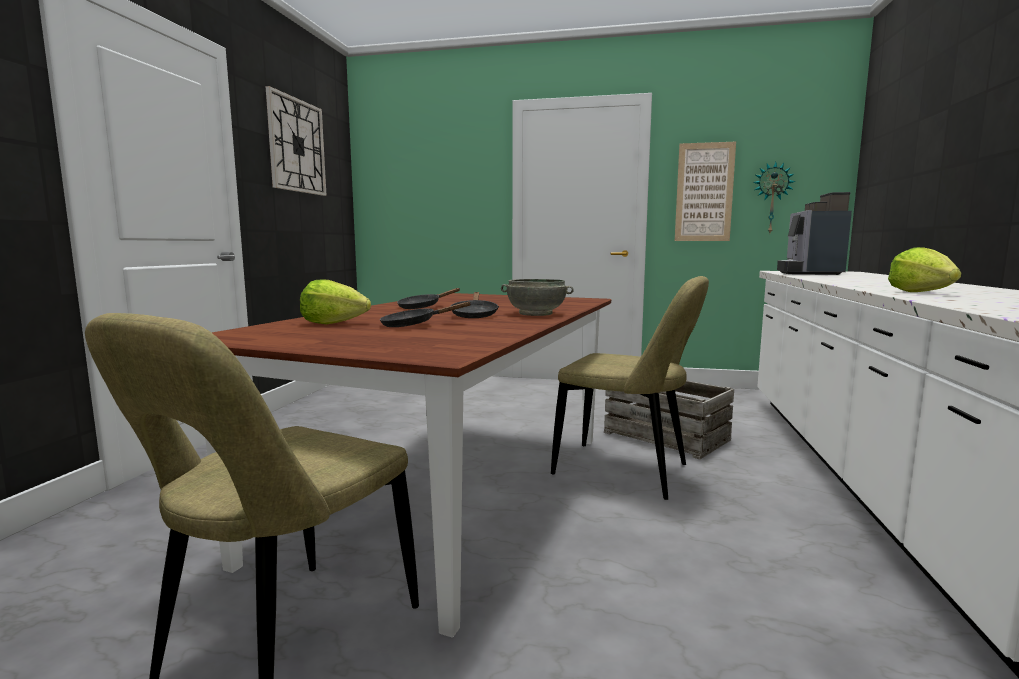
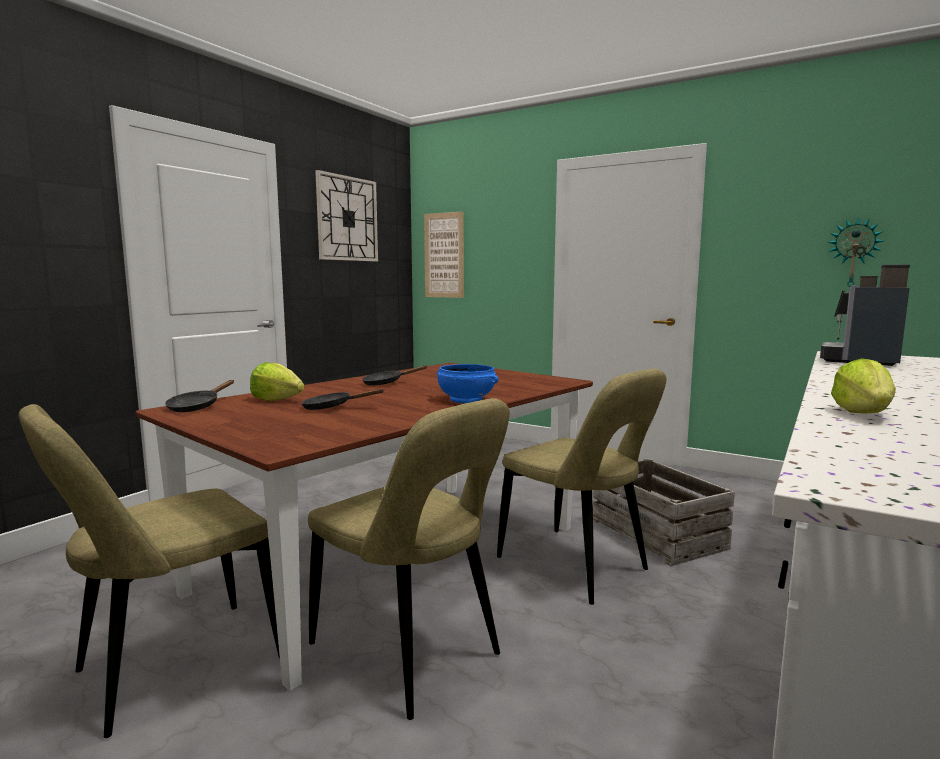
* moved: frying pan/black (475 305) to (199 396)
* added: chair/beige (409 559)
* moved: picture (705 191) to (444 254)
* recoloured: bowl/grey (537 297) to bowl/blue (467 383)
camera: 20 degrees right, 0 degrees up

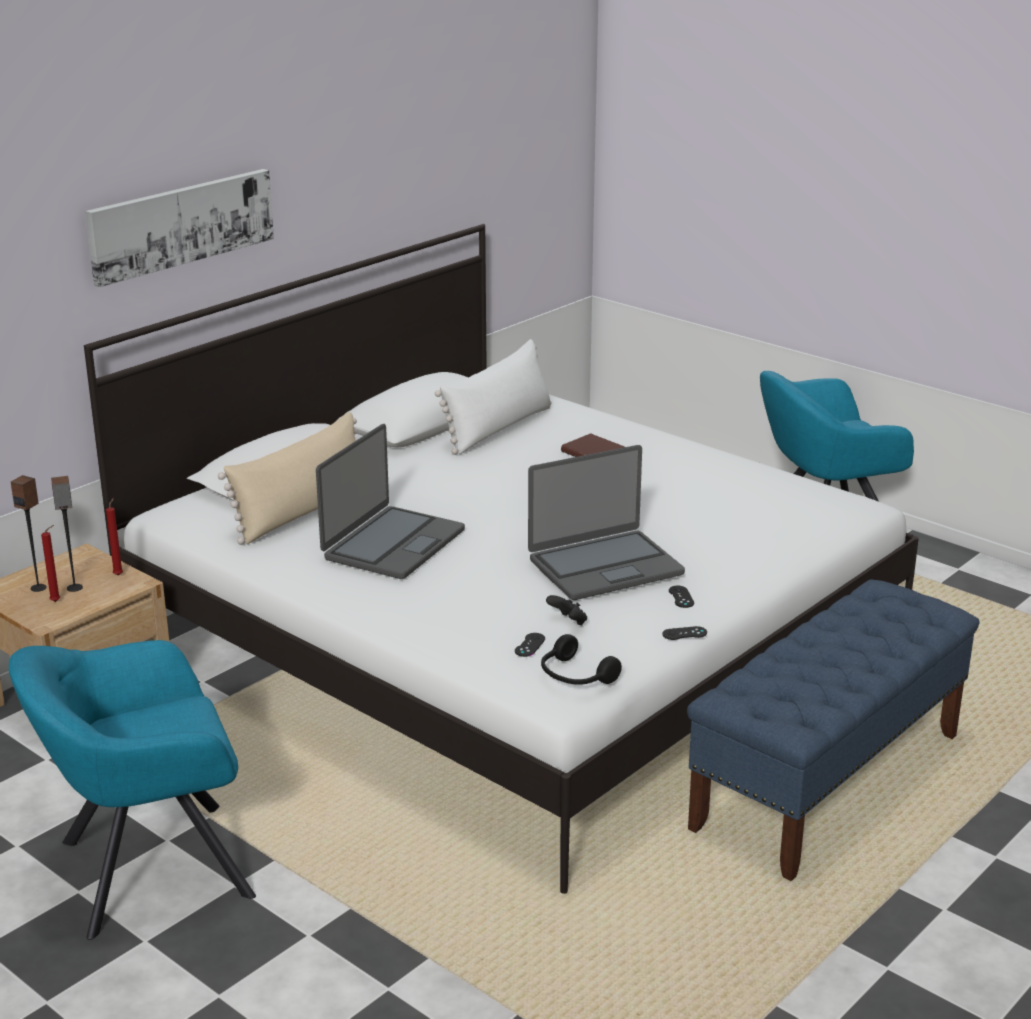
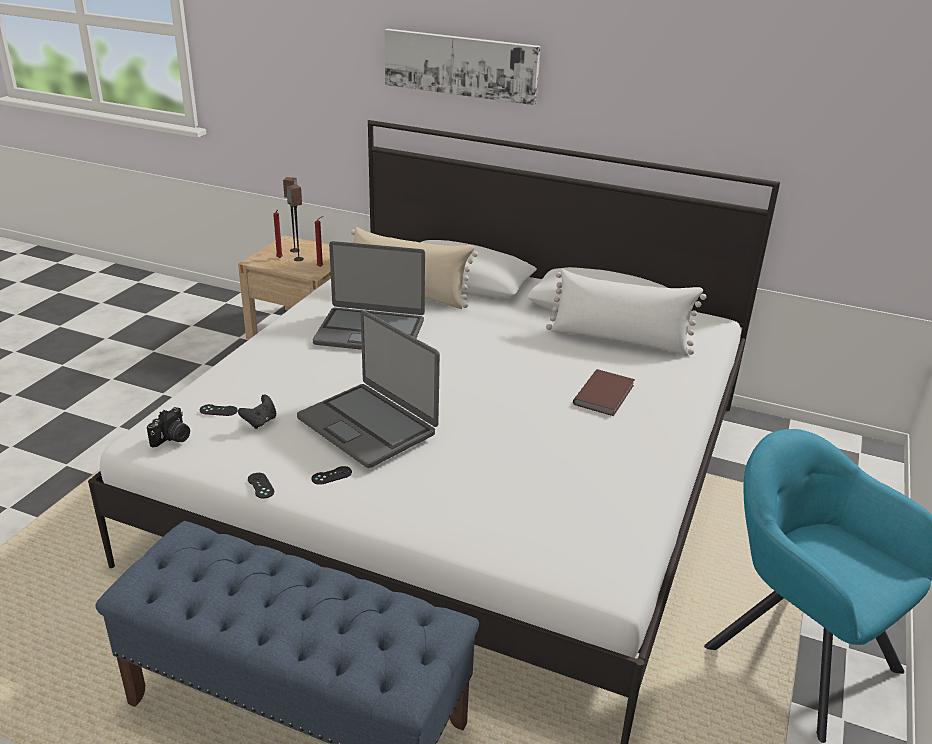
* replaced: headphones/black (581 659) to photo camera (168 427)
* removed: armchair/turquoise (132 790)
camera: 70 degrees right, 5 degrees up

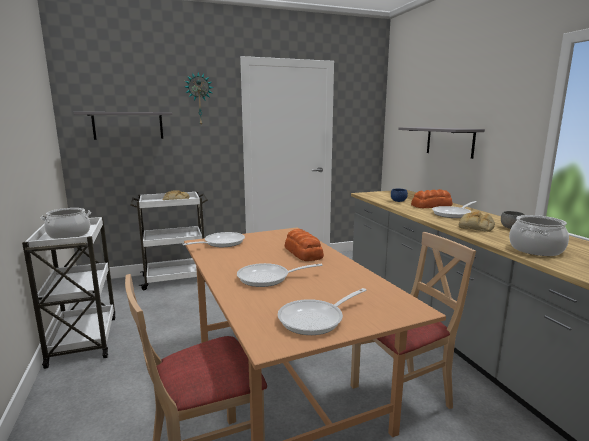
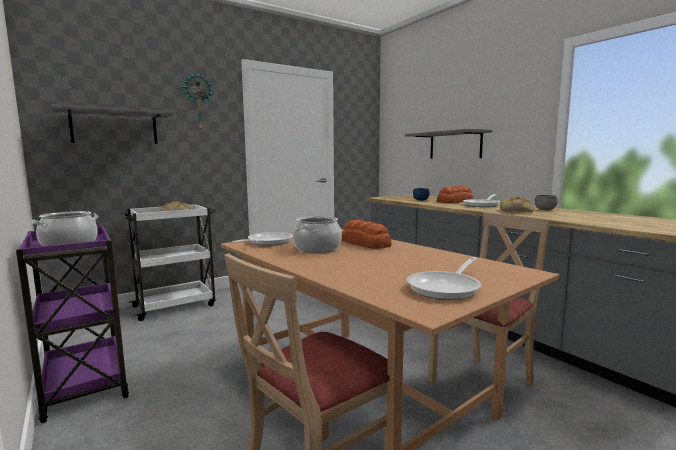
* recoloured: cart/white (69 292) to cart/purple (72 324)
* moved: cooking pot (539 235) to (317 234)
* removed: frying pan (279 275)
camera: 15 degrees left, 5 degrees down

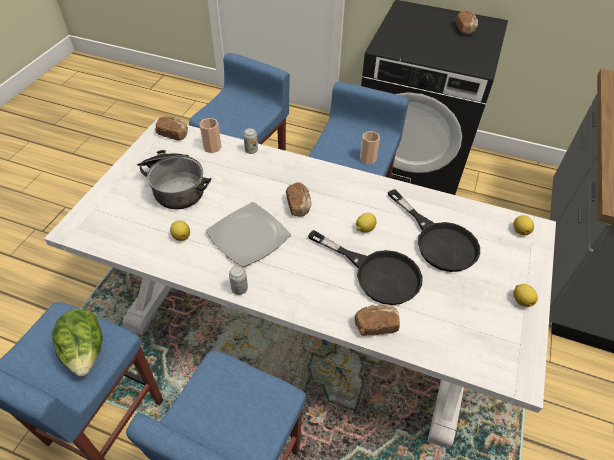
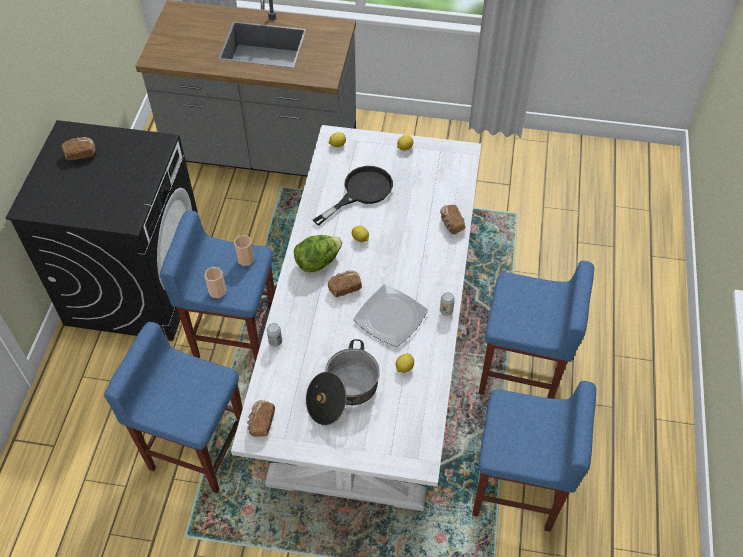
* moved: cup (210 135) to (215 282)
* moved: lettuce (77 342) to (318 253)
* removed: frying pan/black (365 267)
camera: 100 degrees left, 5 degrees up

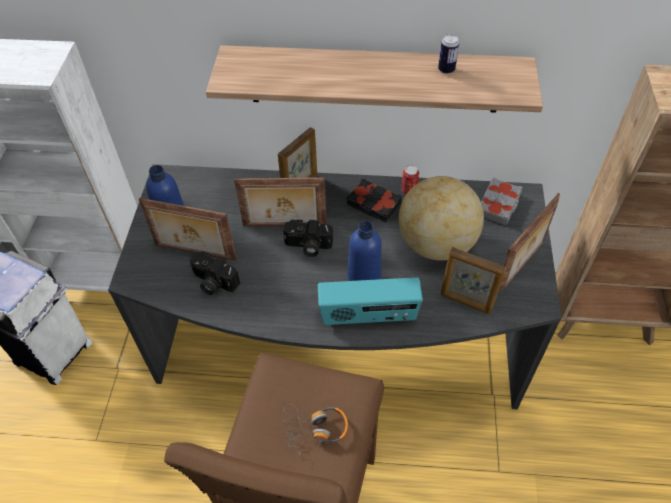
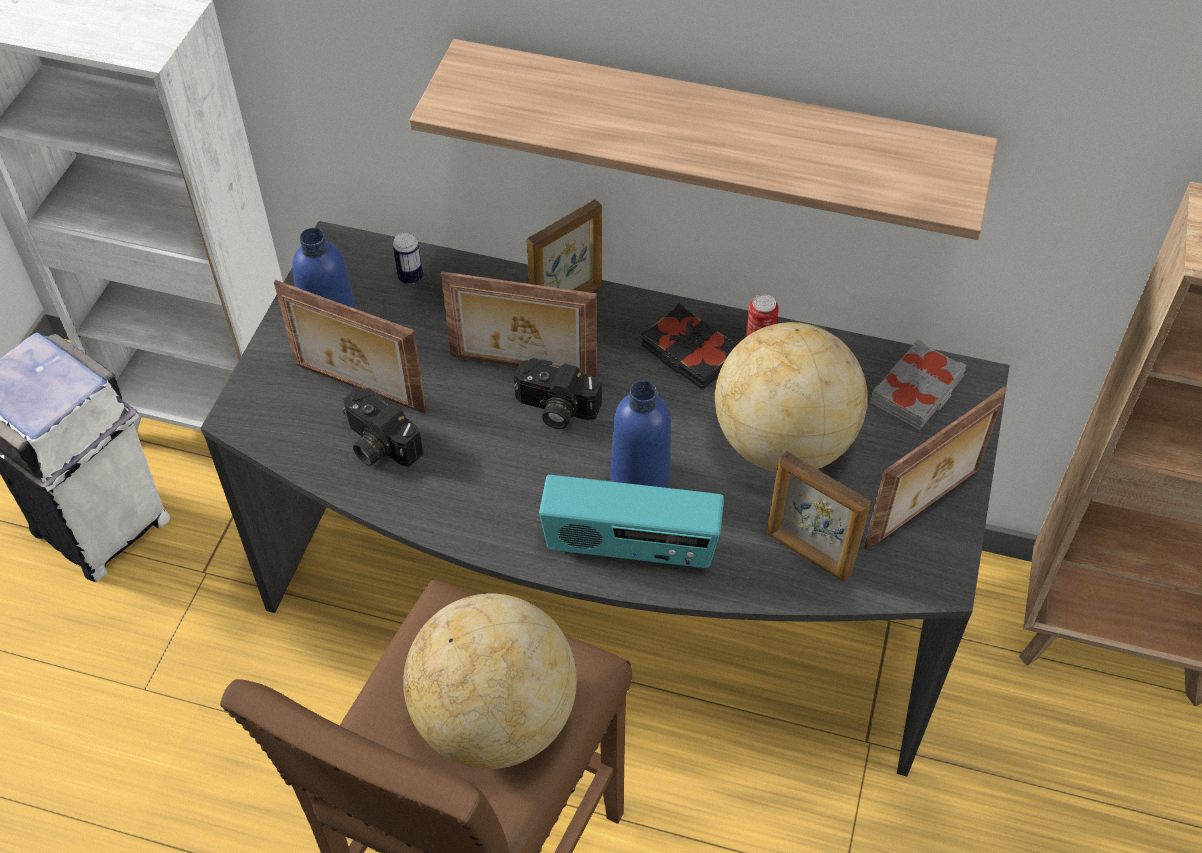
* moved: can (448 54) to (408 258)
* replaced: headphones (315 429) to globe (490 681)
camera: 10 degrees right, 0 degrees up

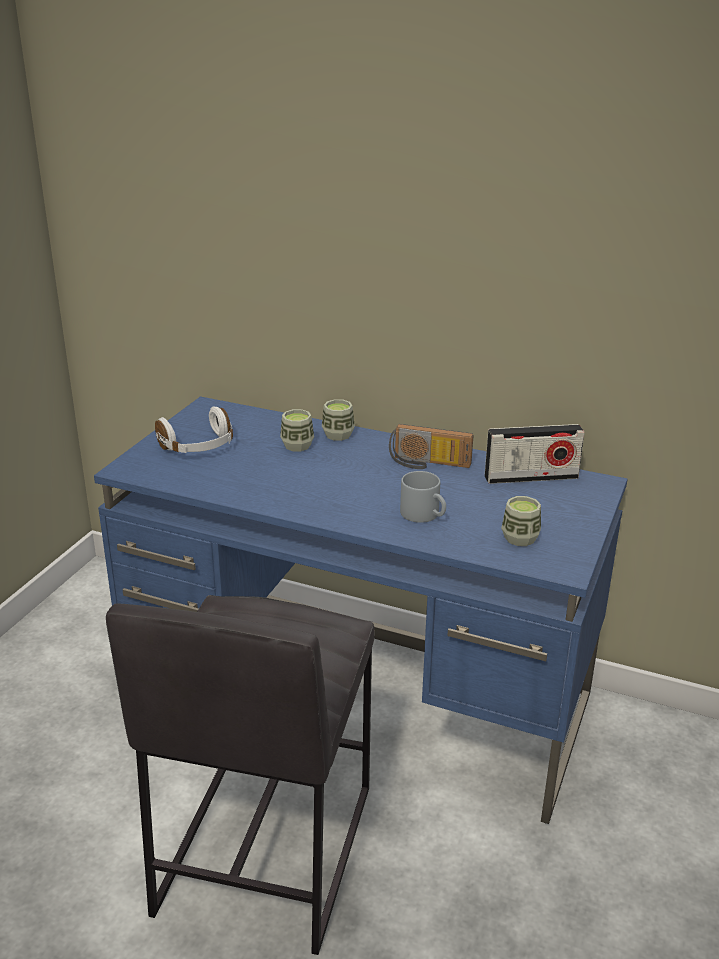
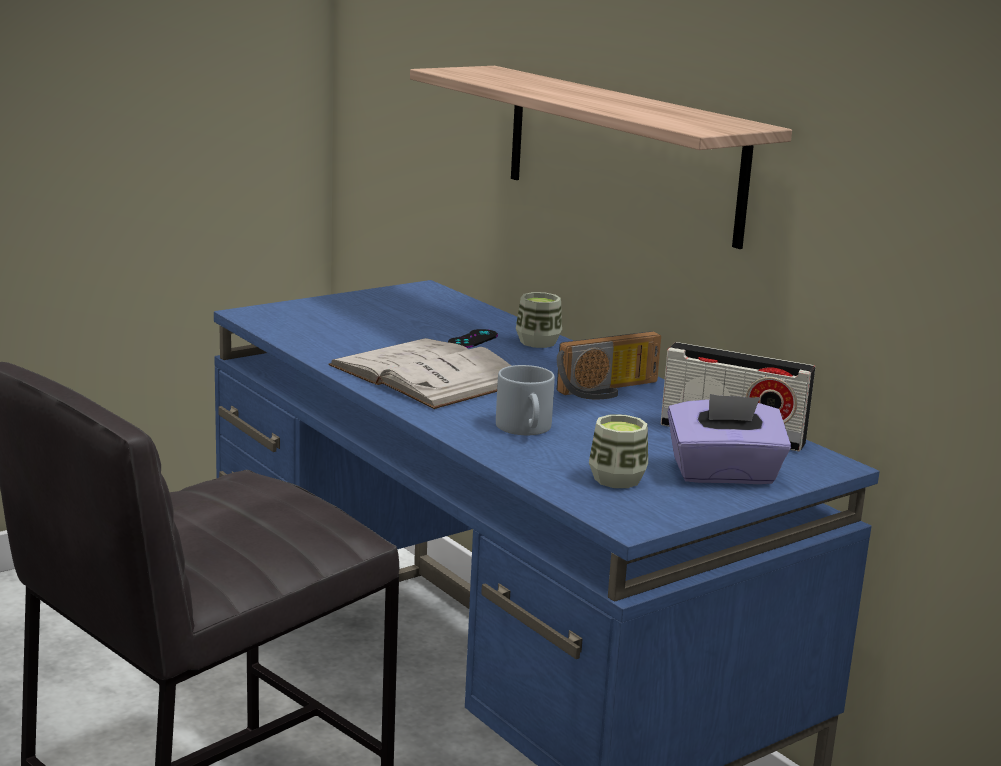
* added: book/white (419 373)
* added: shelf (601 157)
* replaced: cup (297 430) to game controller/black (473 338)
* turned: radio (431 446) = (609 365) 75 degrees counterclockwise
* added: tissue box/purple (729 439)
* removed: headphones/white (194 430)
camera: 30 degrees right, 10 degrees down

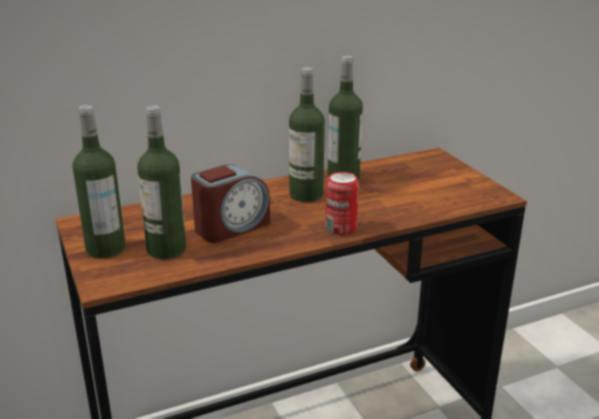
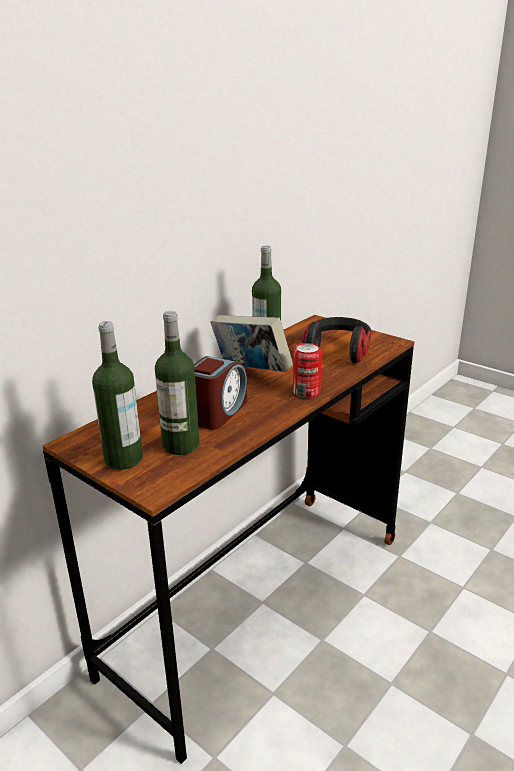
* replaced: bottle (307 134) to book (251 343)
* added: headphones (336 340)
camera: 25 degrees left, 0 degrees up

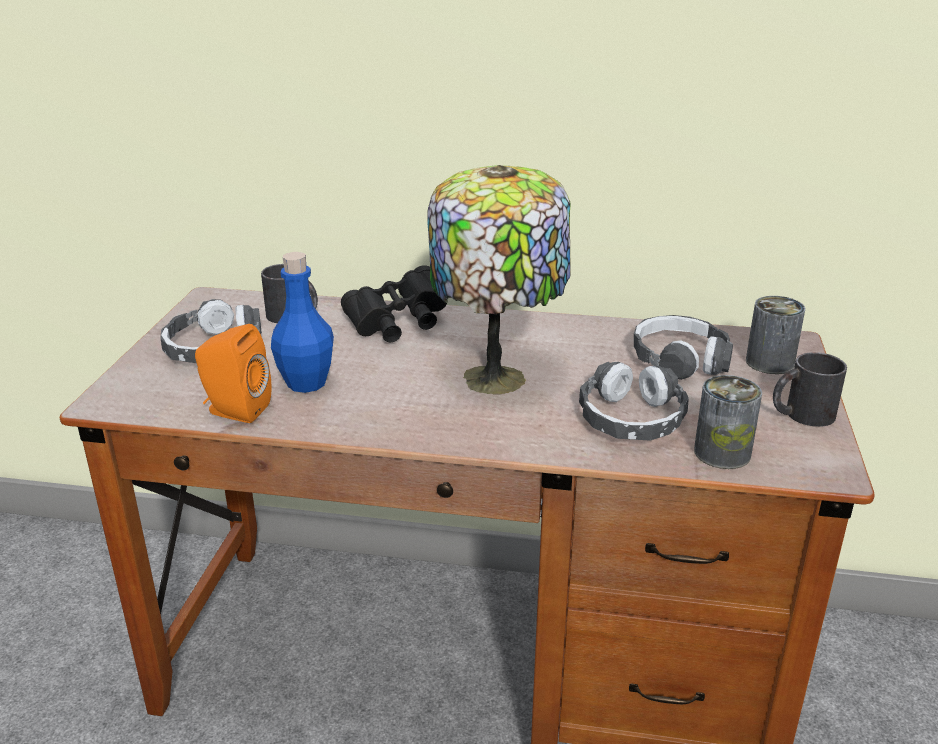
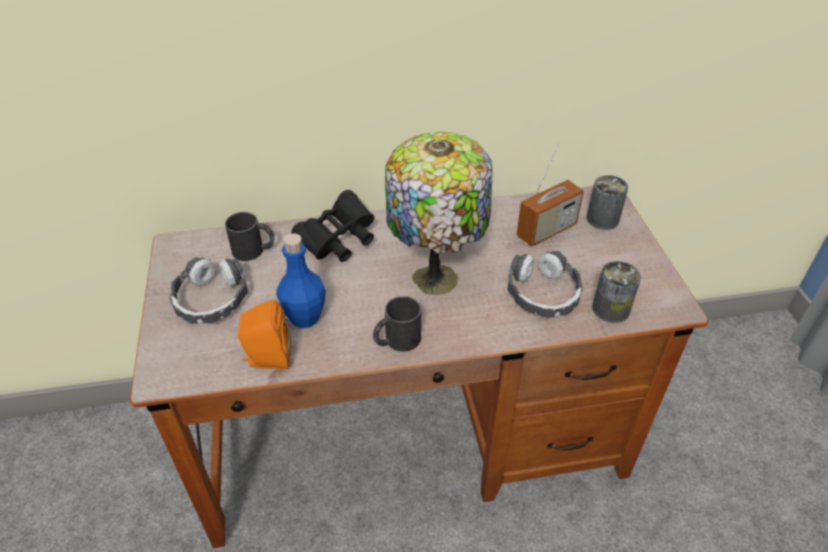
* moved: mug/black (810 389) to (397 324)
* replaced: headphones (683 347) to radio (550 195)
camera: 20 degrees left, 15 degrees up

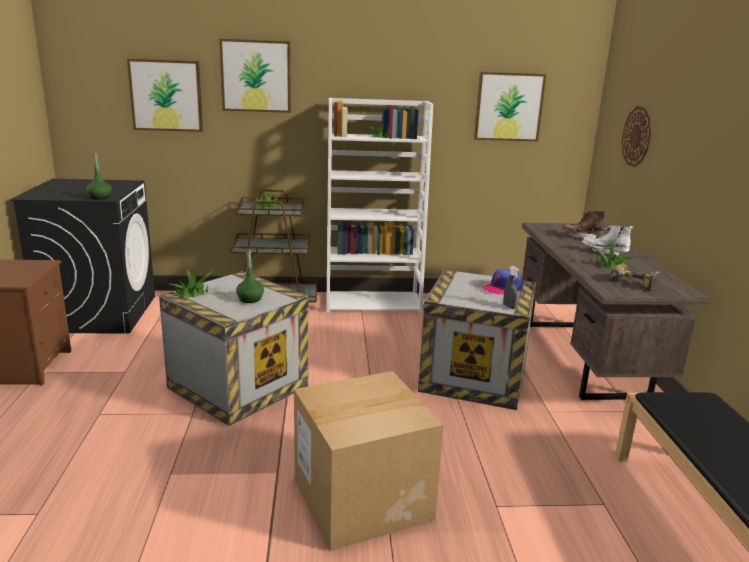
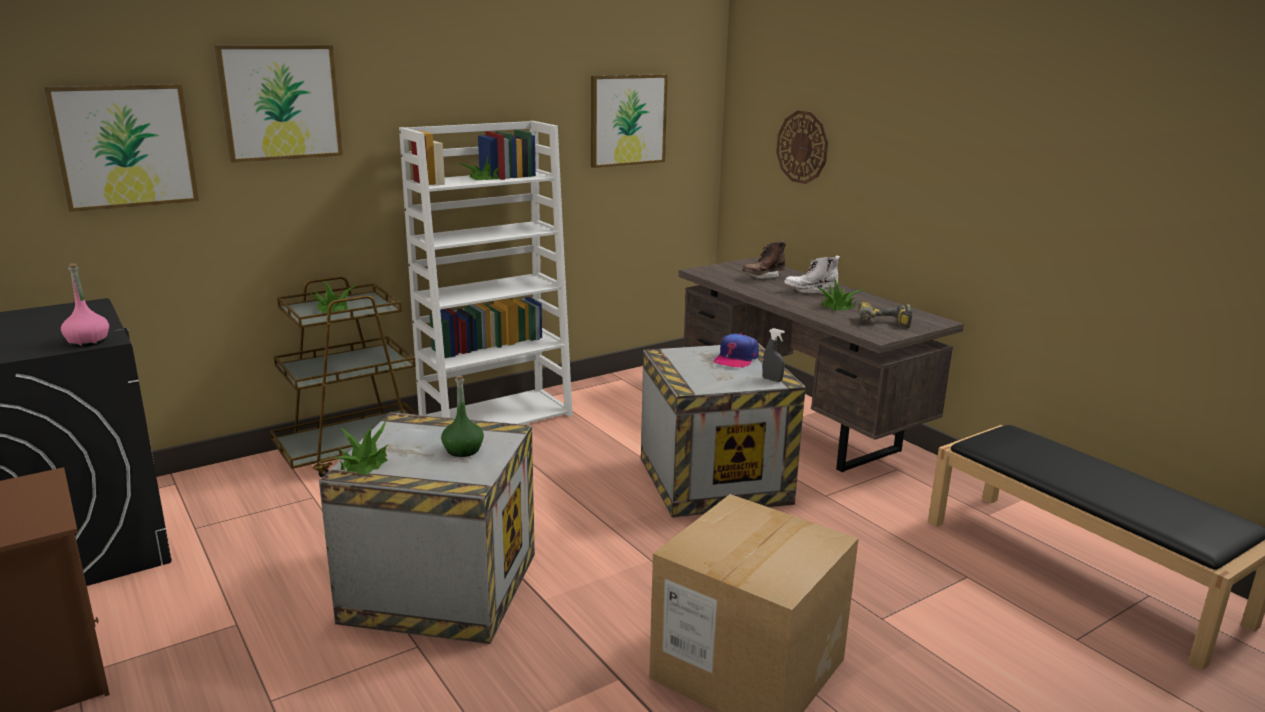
* recoloured: bottle/green (99 176) to bottle/pink (85 305)
camera: 30 degrees left, 0 degrees up

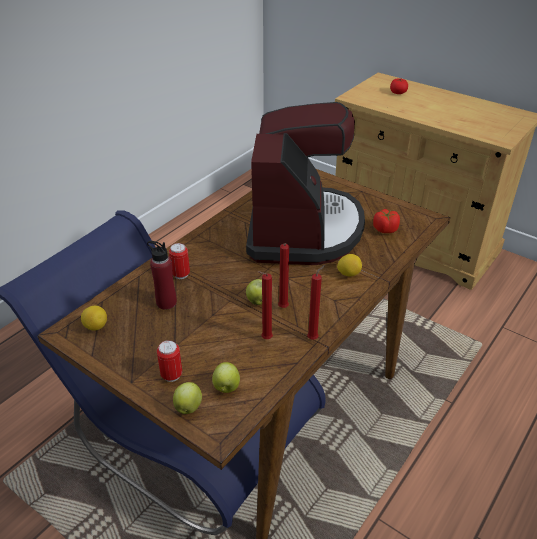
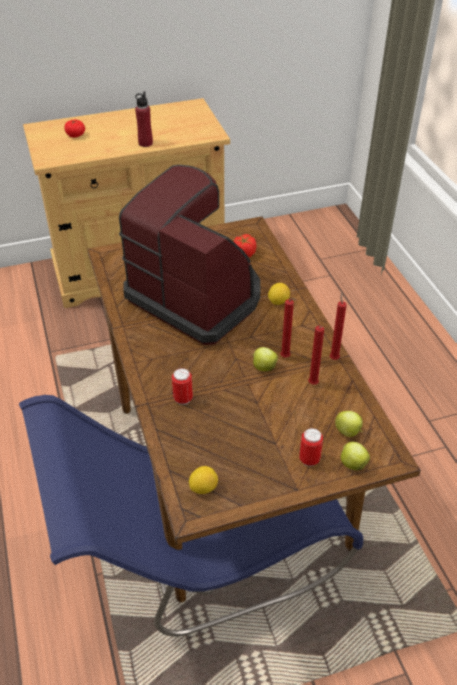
* moved: bottle/red (162 275) to (144 119)
camera: 55 degrees left, 5 degrees up

